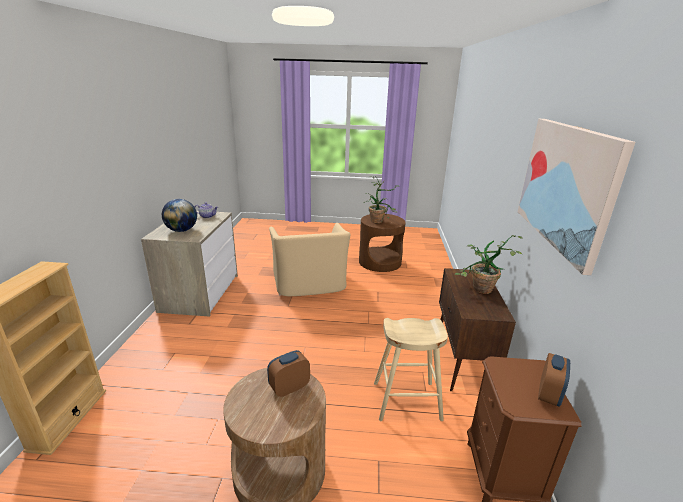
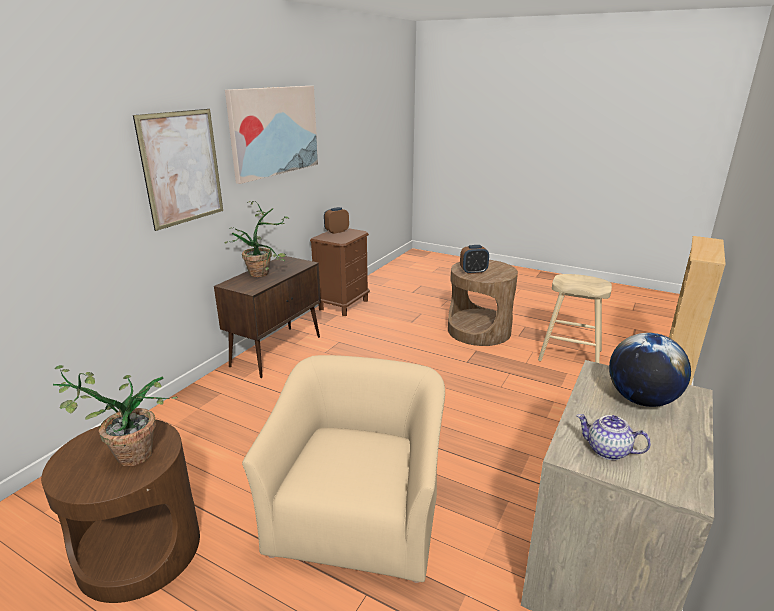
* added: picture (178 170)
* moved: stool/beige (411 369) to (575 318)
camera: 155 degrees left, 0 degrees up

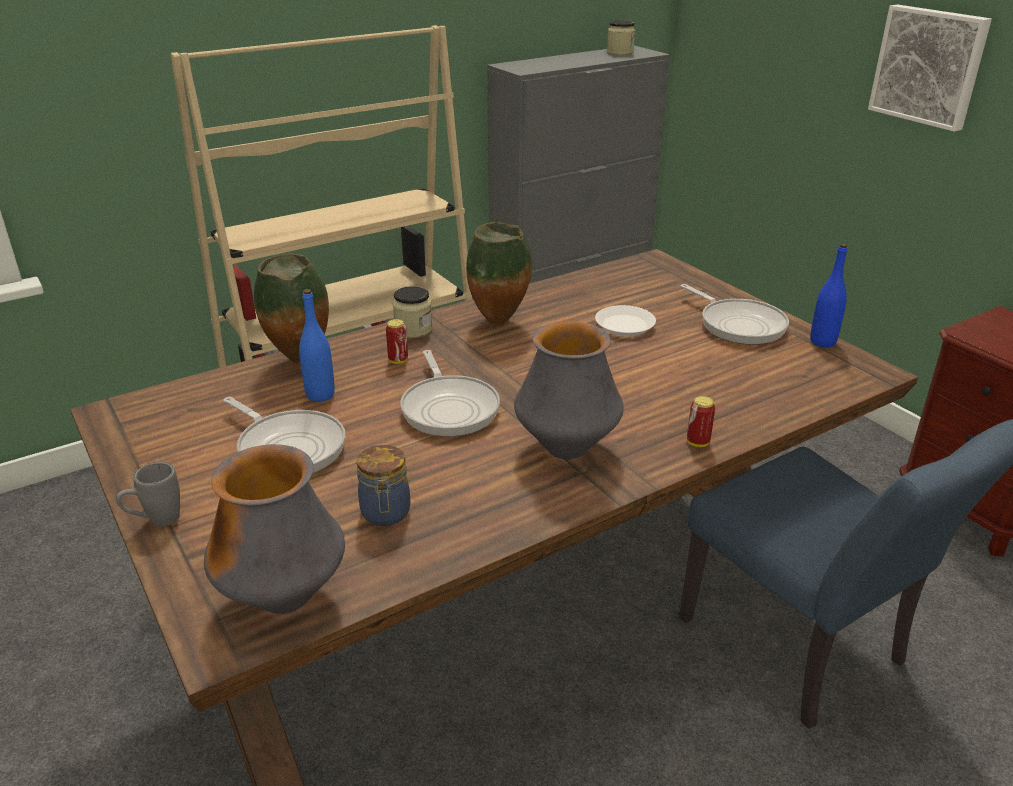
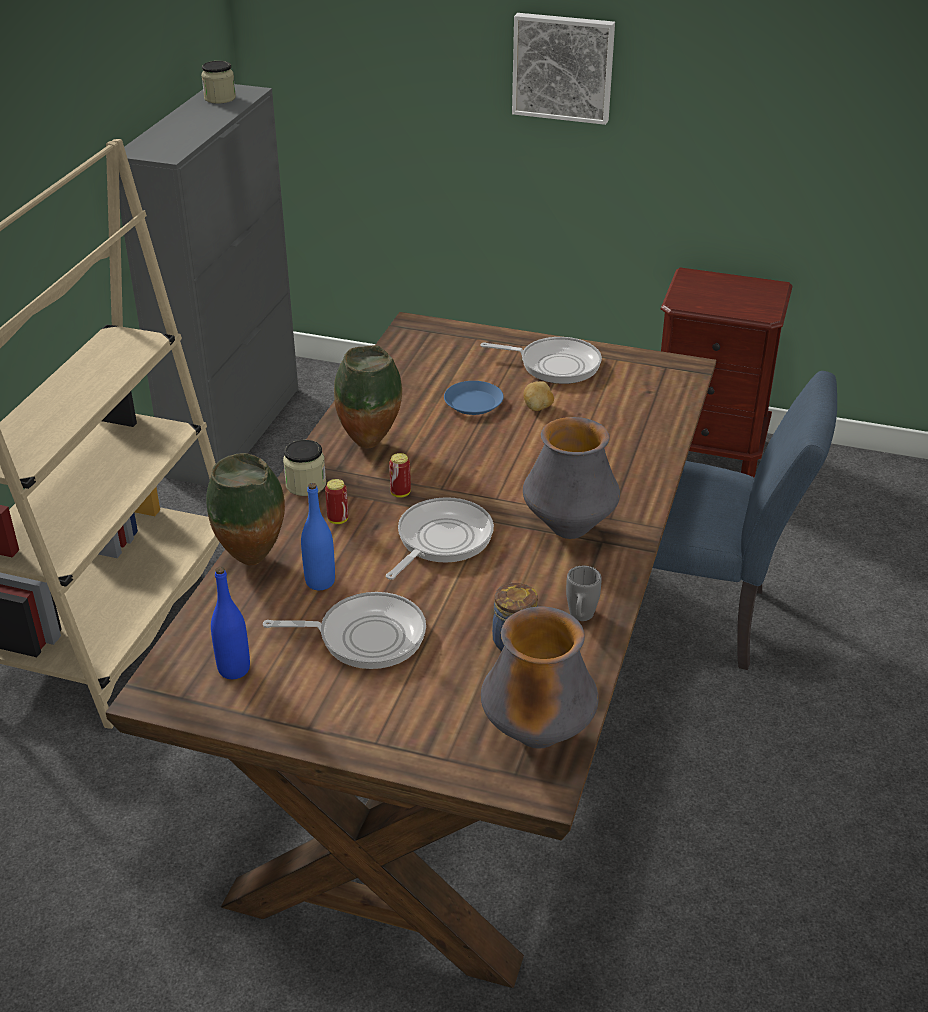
* moved: bottle/blue (829 295) to (230 623)
* turned: frying pan (450 393) = (440 538) 90 degrees counterclockwise
* moved: can (701 421) to (400 475)
* recoloured: plate/white (625 320) to plate/blue (474 398)
* added: potato (538 396)
* moved: mug/grey (148 494) to (584 593)
camera: 40 degrees left, 5 degrees up

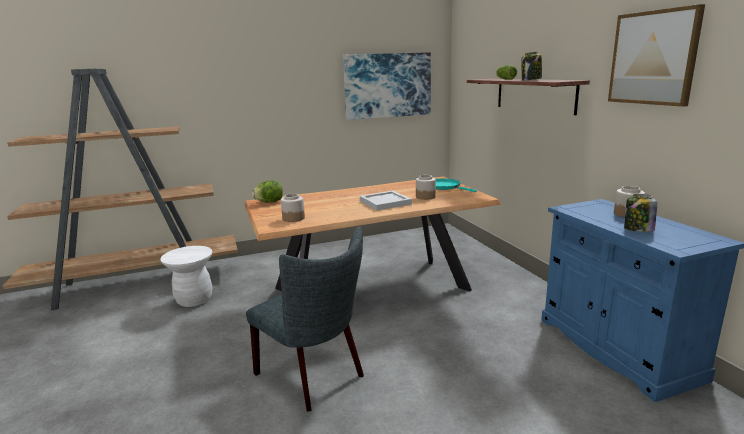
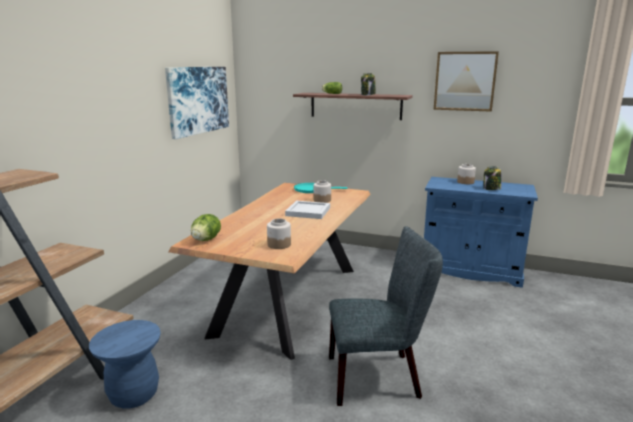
* recoloured: stool/white (187 276) to stool/blue (125 364)
camera: 50 degrees left, 0 degrees up

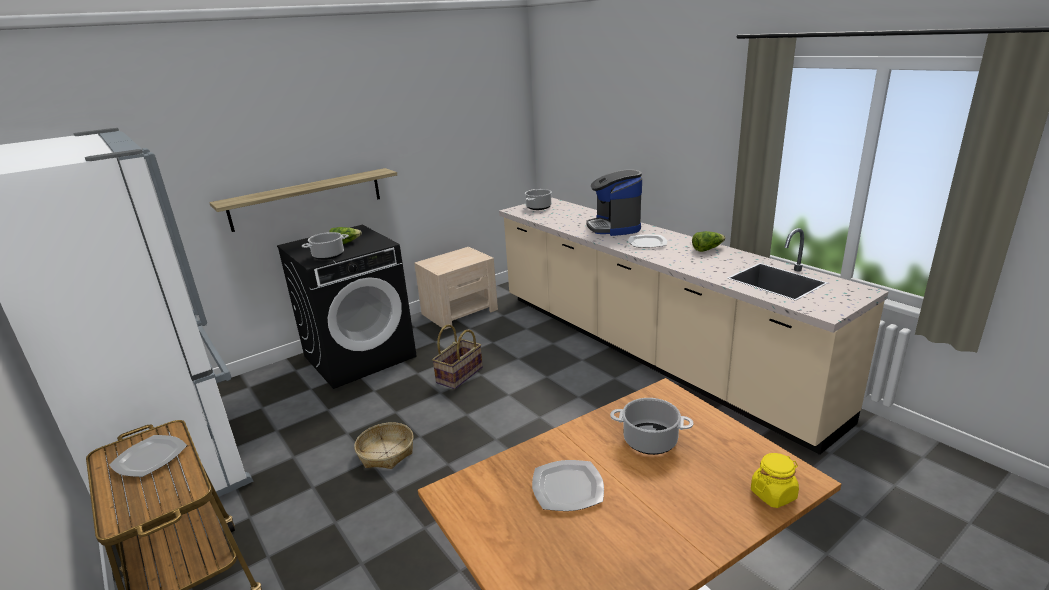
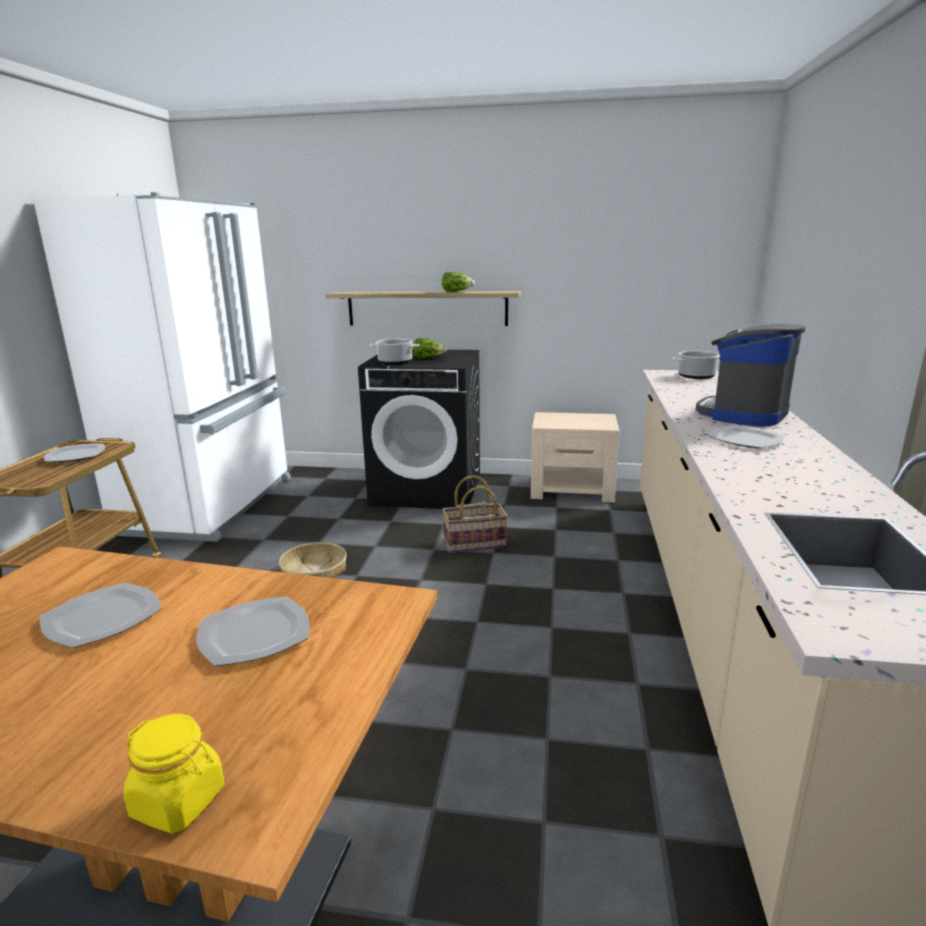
* replaced: cooking pot (652 426) to plate (252 631)
* moved: lettuce (708 241) to (458 282)
camera: 45 degrees right, 5 degrees down

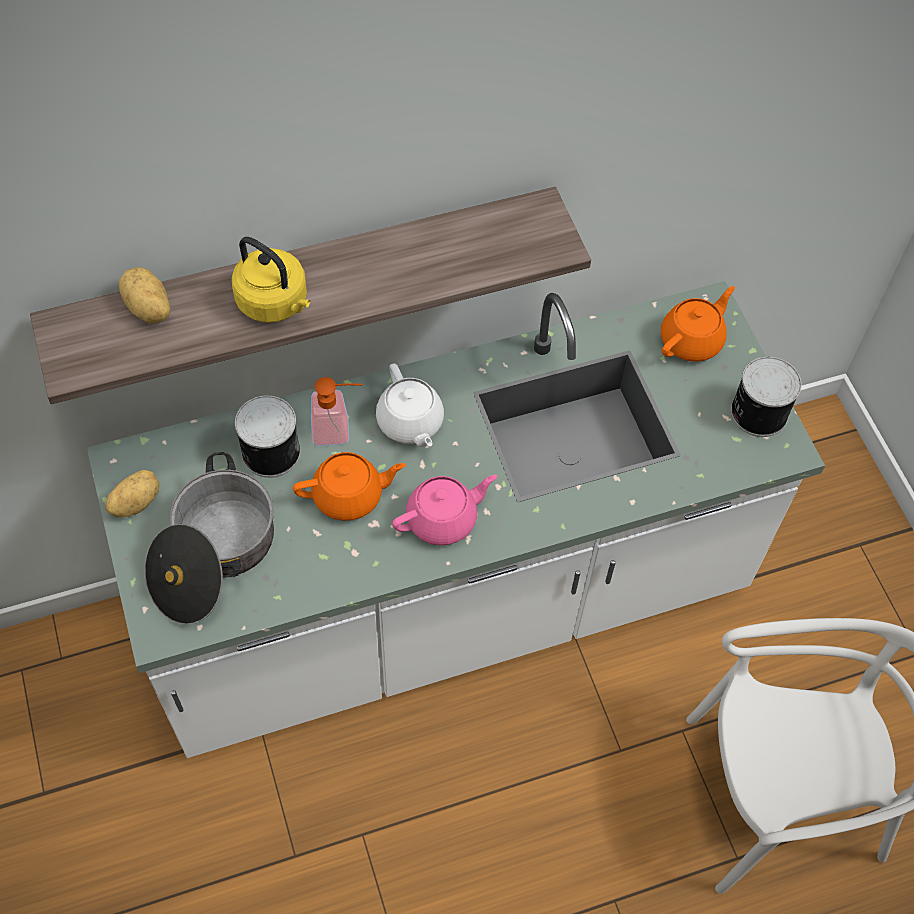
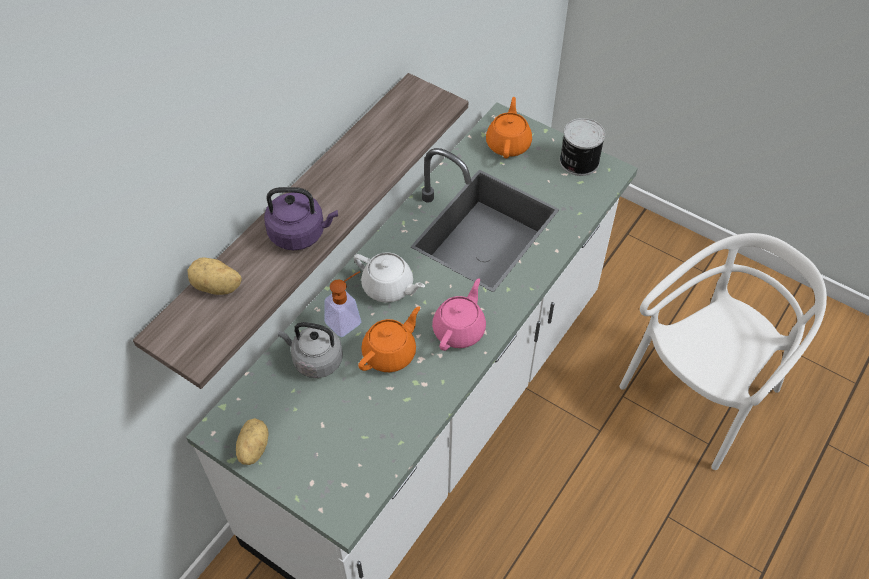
* recoloured: kettle/yellow (271 280) to kettle/purple (301 218)
* replaced: can (268 436) to kettle/grey (310 350)
* removed: cooking pot (209 538)
camera: 35 degrees left, 5 degrees down

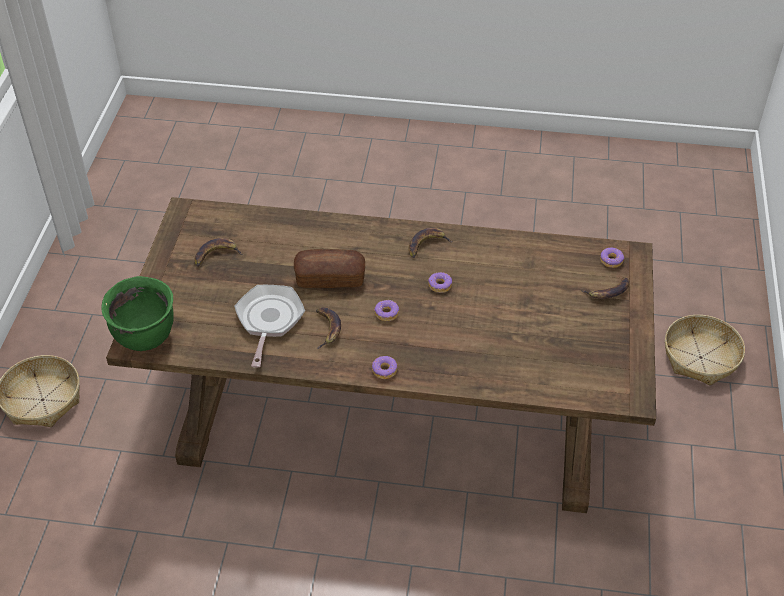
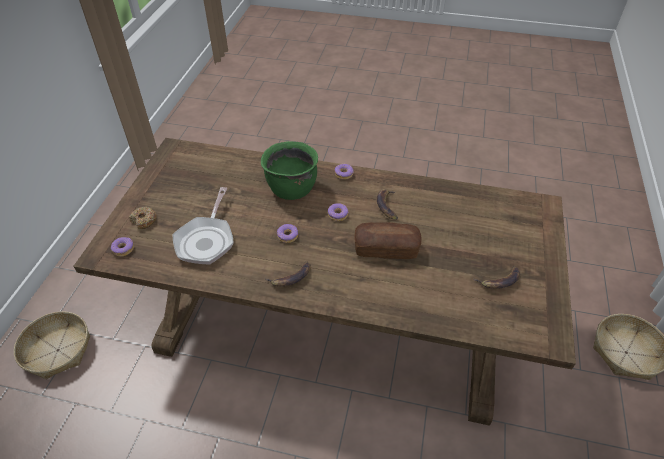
* replaced: banana (605 288) to donut (143 218)
* moved: frying pan (269 326) to (203 225)
* moved: cooking pot/green (137 313) to (289 170)
camera: 175 degrees left, 0 degrees up

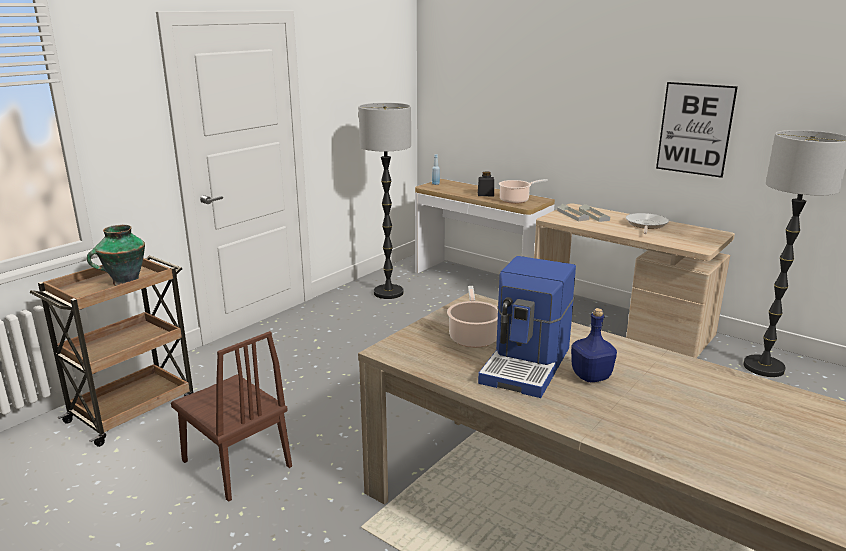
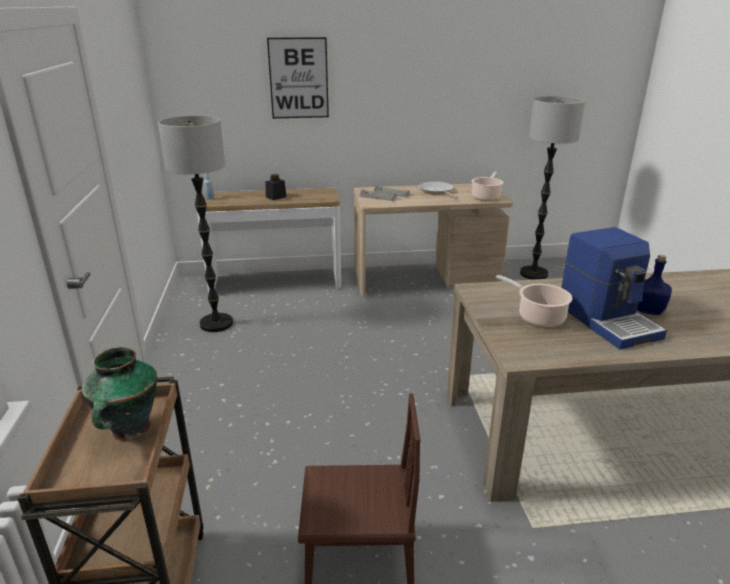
* moved: picture (697 130) to (298 77)
* moved: cooking pot (523 191) to (488 186)
camera: 45 degrees left, 5 degrees up

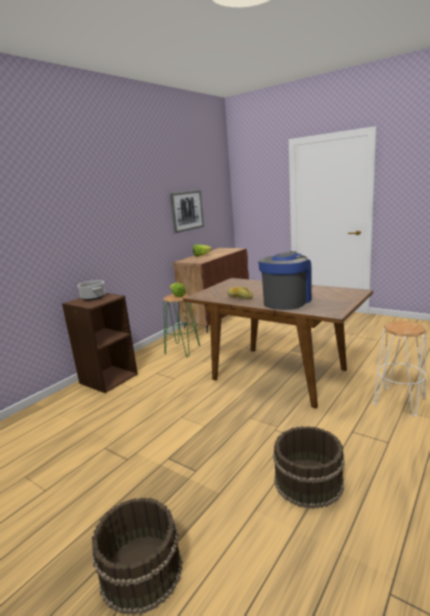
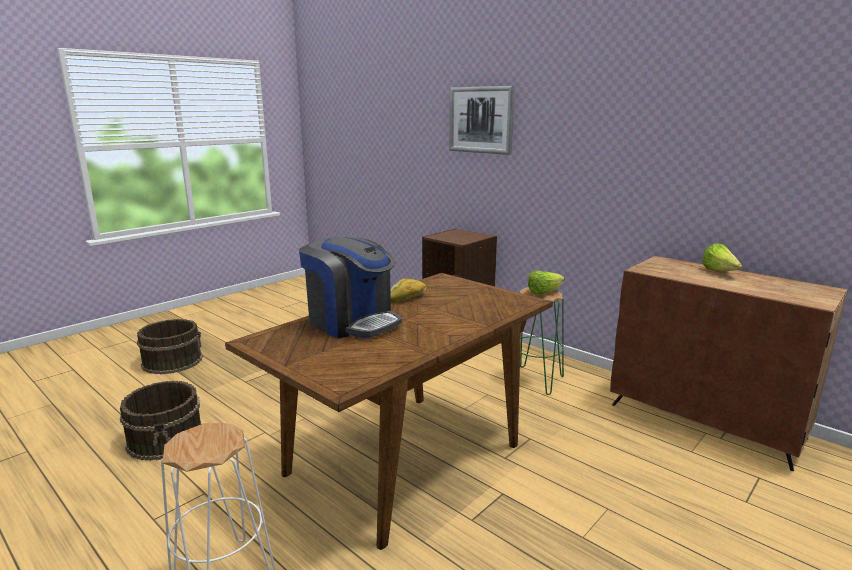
* moved: picture (187 211) to (482 120)
* removed: cooking pot (91 290)
camera: 95 degrees right, 0 degrees up

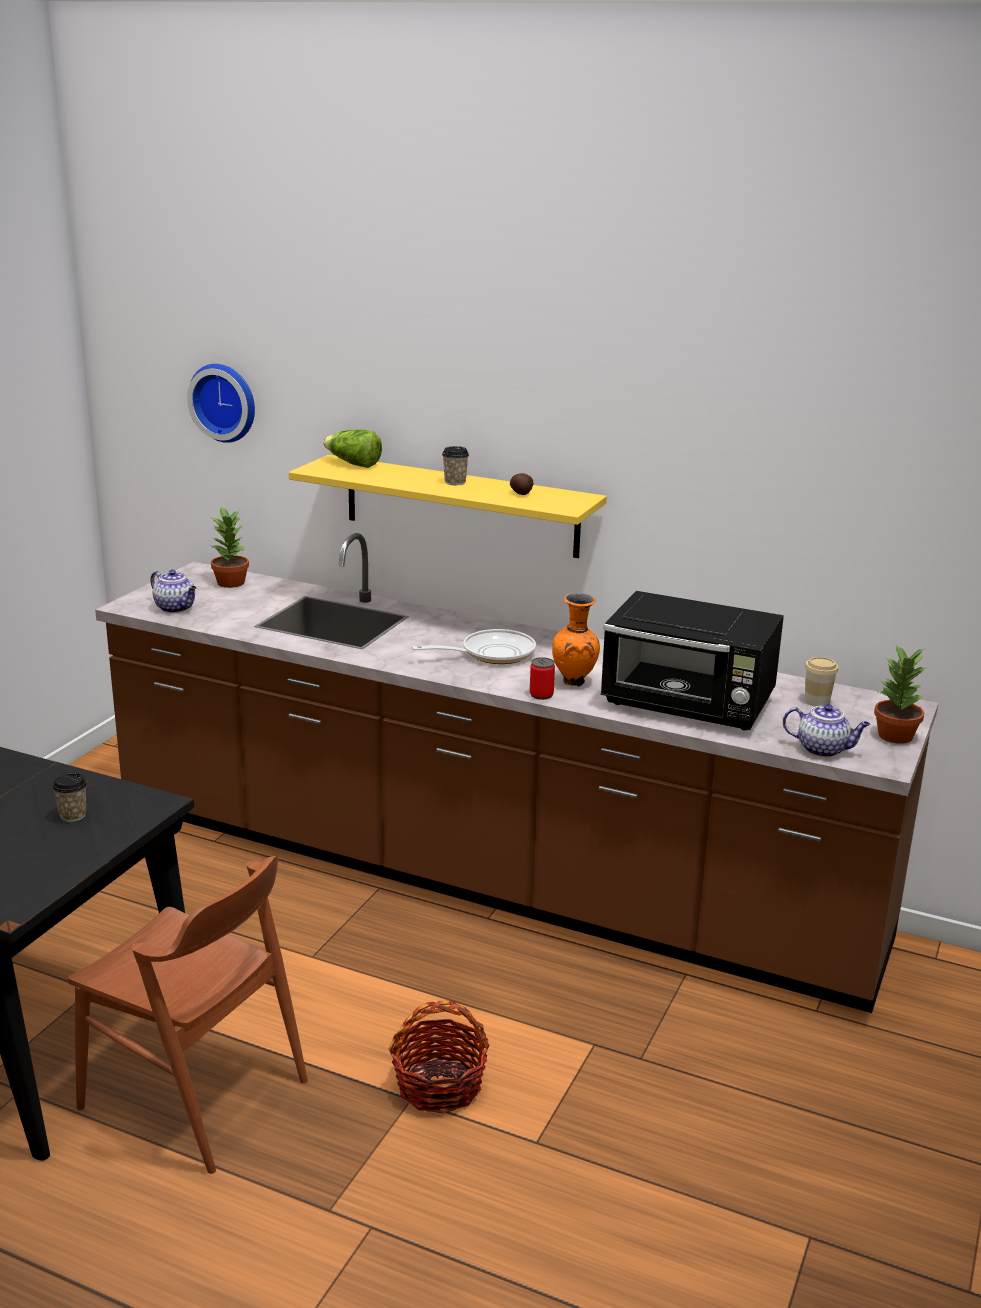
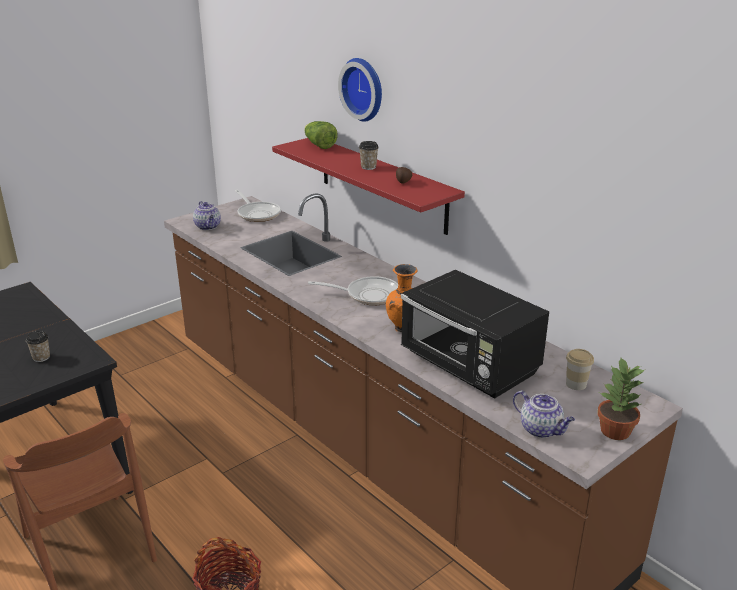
* replaced: potted plant (229 547) to frying pan (258 206)
* recoloured: shelf/yellow (448 506) to shelf/red (368 186)
* moved: wall clock (221 403) to (360 90)
* removed: can (542 678)
camera: 25 degrees right, 5 degrees up

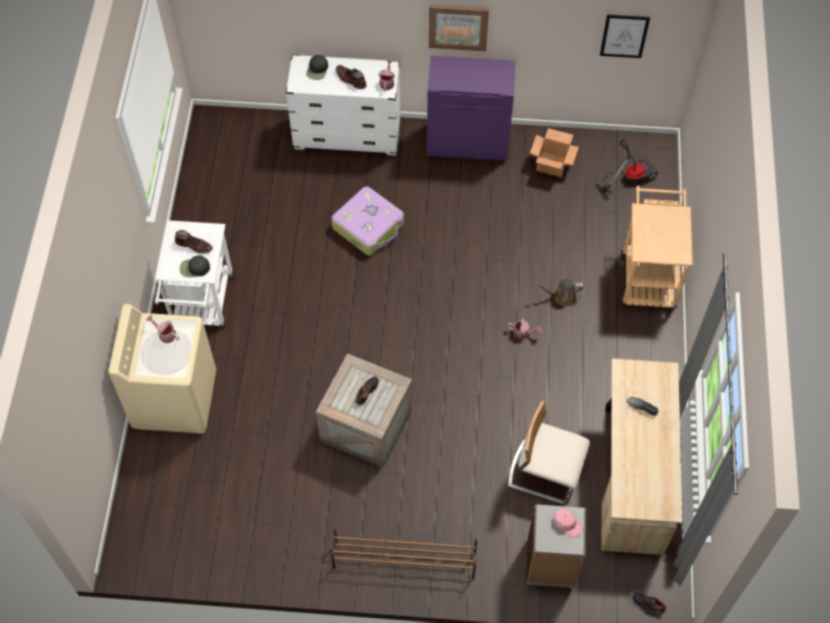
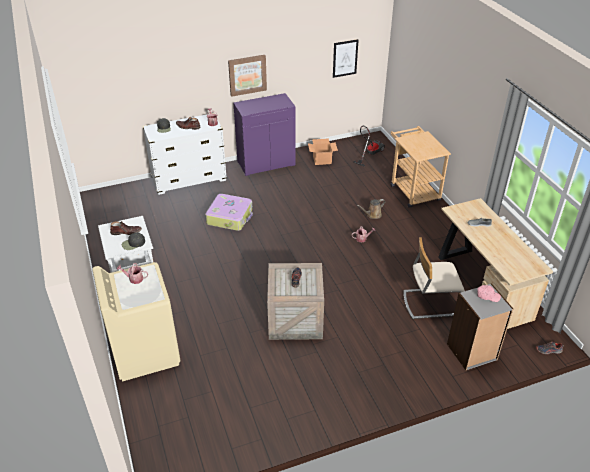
* removed: shoe rack/brown (404 553)
camera: 25 degrees left, 20 degrees down

